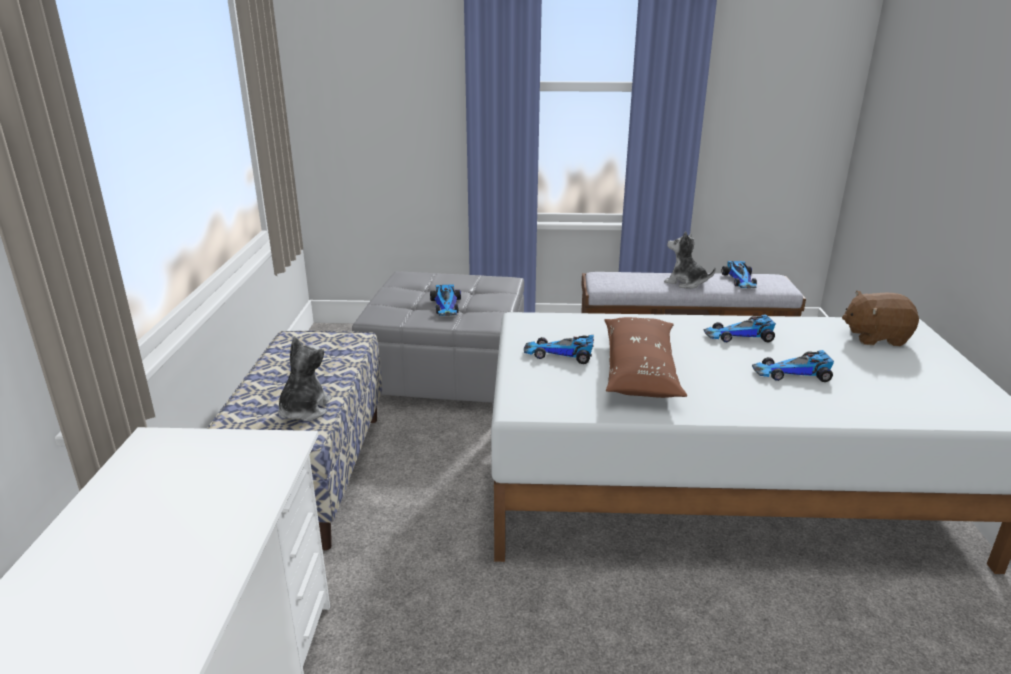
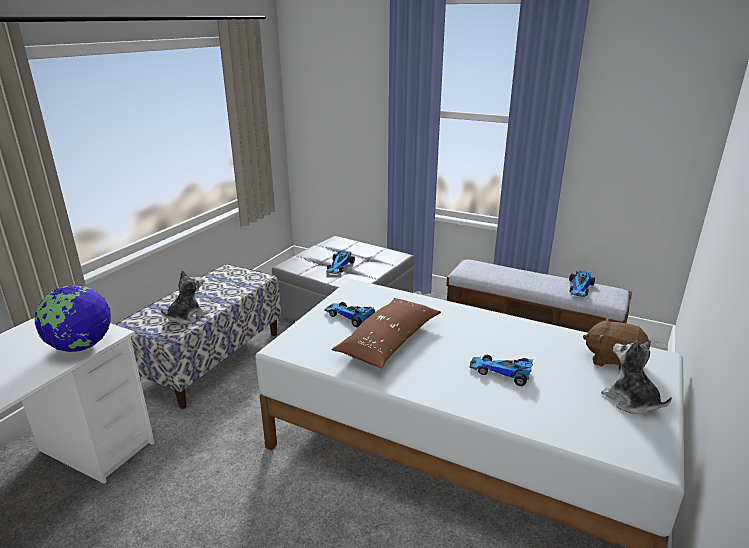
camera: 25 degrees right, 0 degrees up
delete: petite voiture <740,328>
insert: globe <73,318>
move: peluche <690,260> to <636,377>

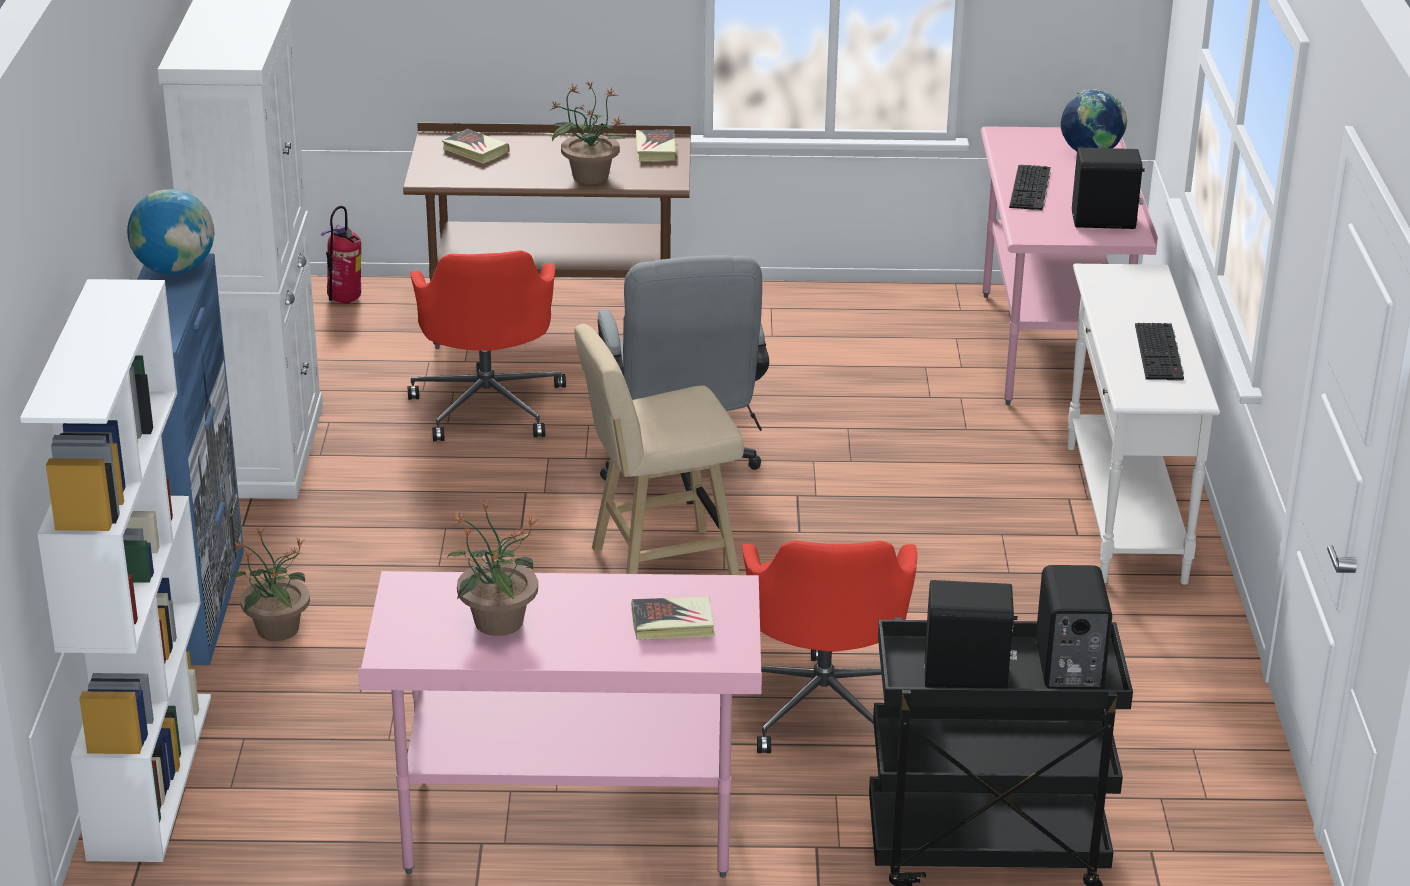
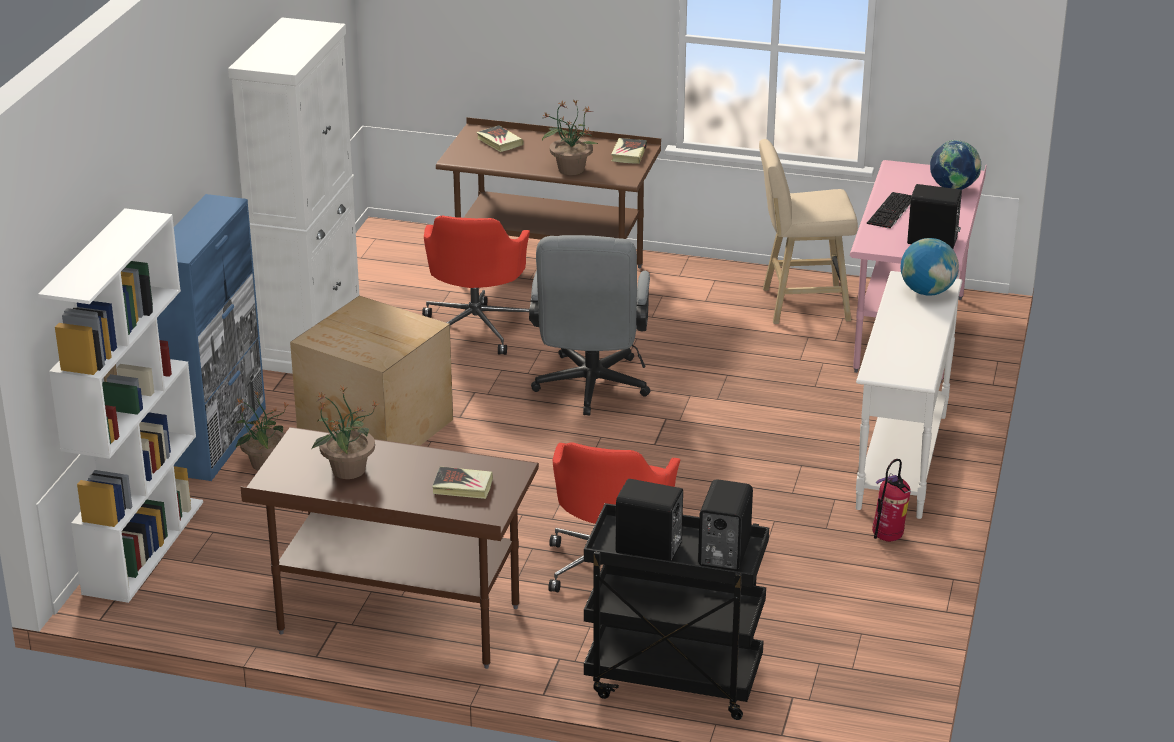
camera: 15 degrees right, 0 degrees up
delete: clavier <1159,352>
insert: carton <371,371>
move: tabouret [beige] <659,449> to <808,231>; extincteur <341,255> to <891,500>; globe <170,231> to <929,267>
recolor: bureau [rose] <560,724> to bureau [marron] <390,548>

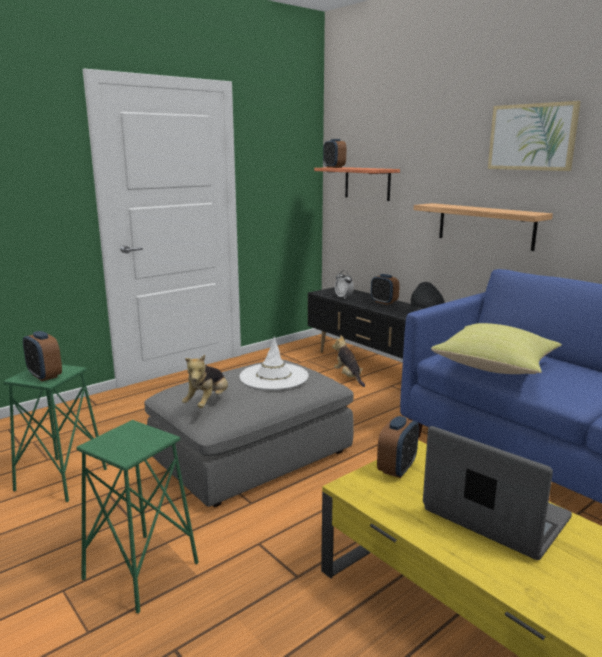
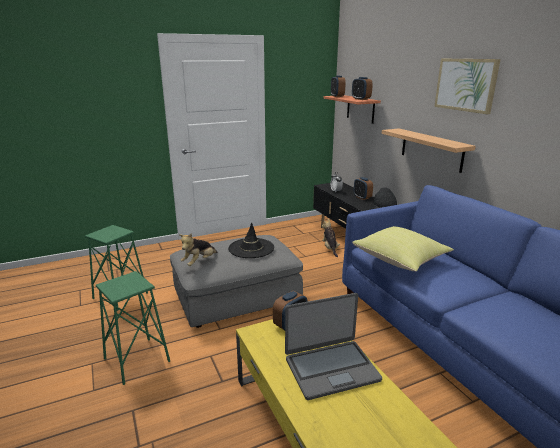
camera: 15 degrees right, 5 degrees up
move: réveil <42,356> to <362,88>
recolor: chapeau [blanc] <274,363> to chapeau [noir] <251,240>
rotate: ordinateur portable <497,493> = <333,346> 105 degrees clockwise

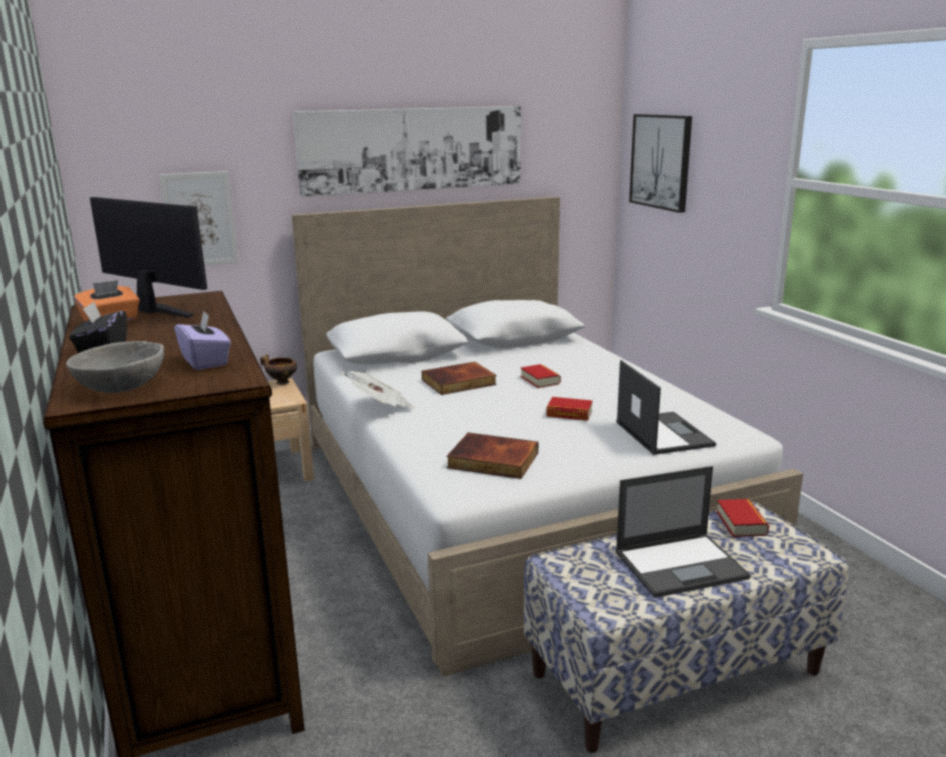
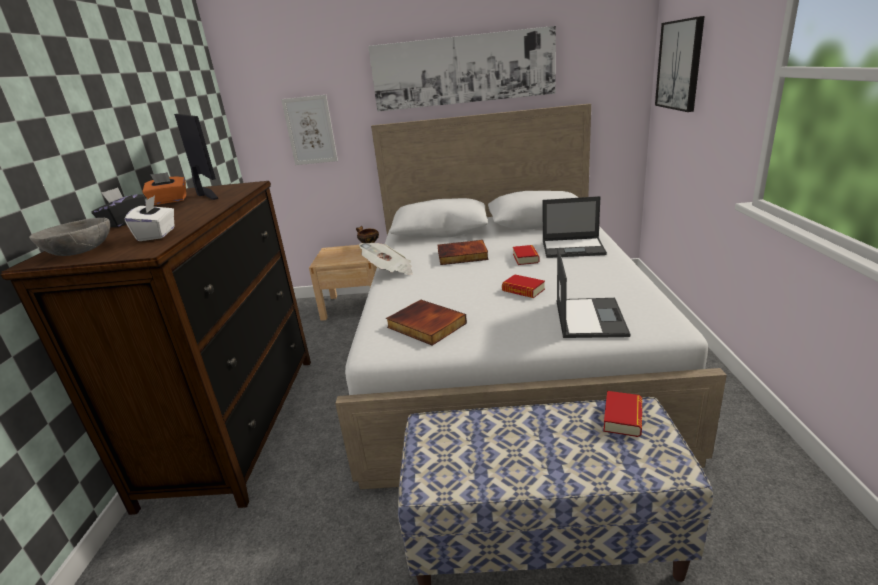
camera: 25 degrees right, 5 degrees up
move: ordinateur portable <683,532> to <574,227>
recolor: boîte à mouchoirs [violet] <202,340> to boîte à mouchoirs [blanc] <150,218>

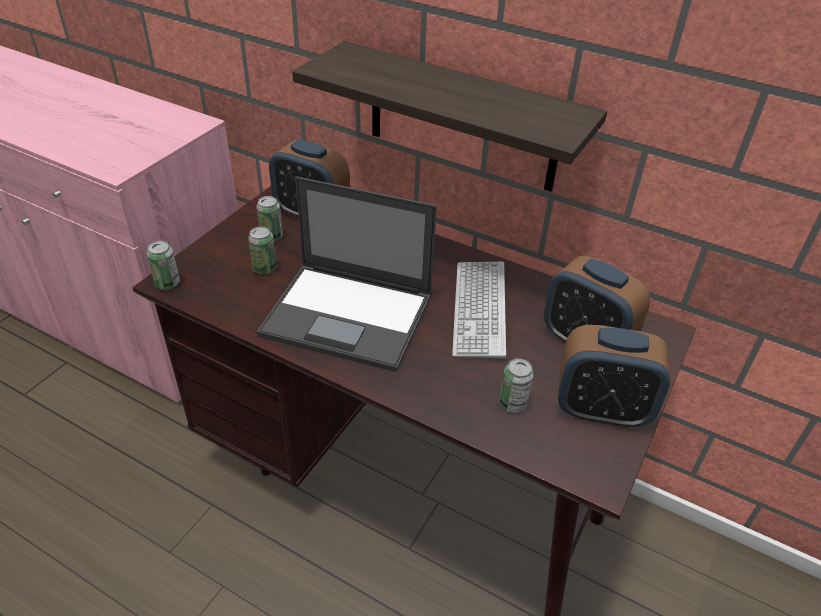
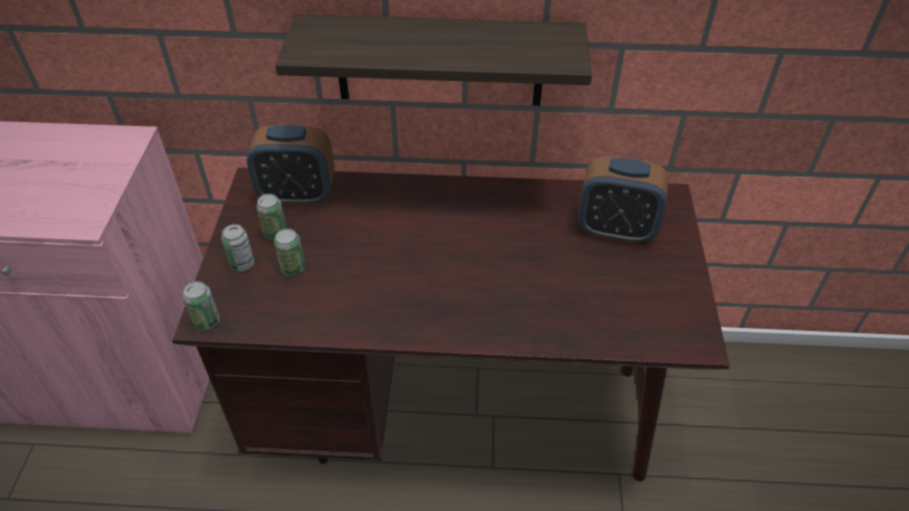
camera: 25 degrees left, 5 degrees up
delete: ordinateur portable <347,274>; clavier <479,310>; réveil <614,376>
move: boîte métallique <516,385> to <237,248>

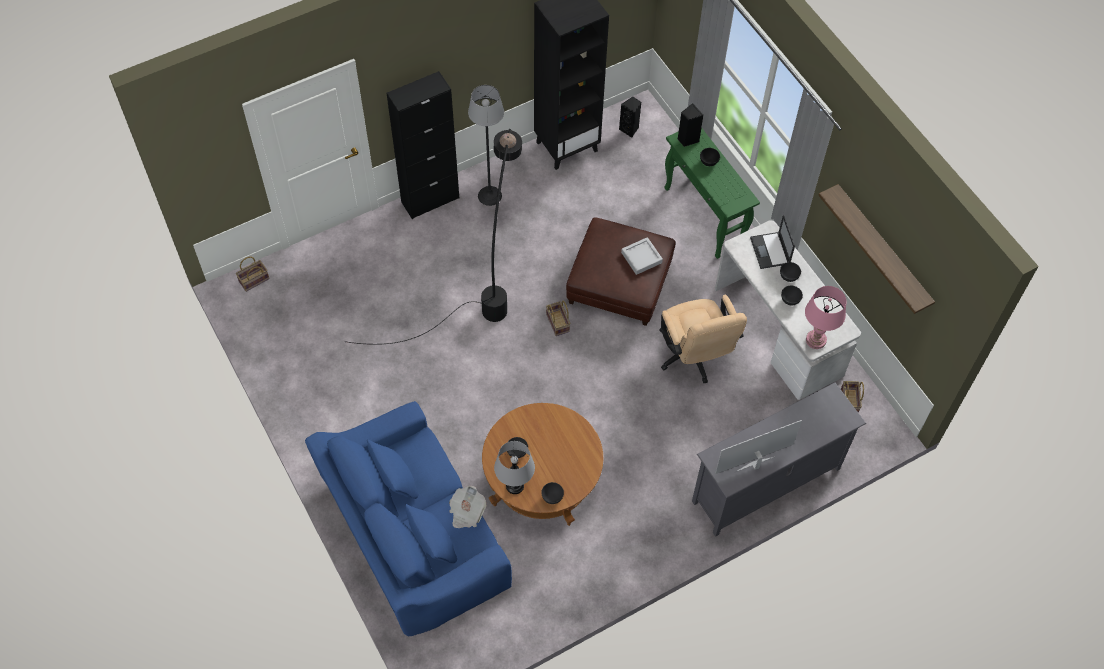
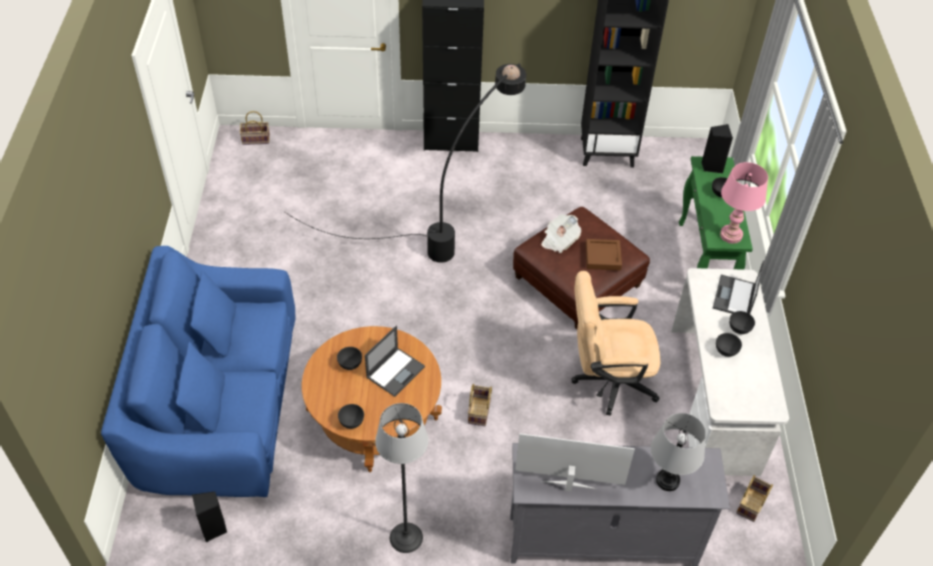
camera: 30 degrees right, 10 degrees down
delete: étagère <876,249>
insert: ordinateur portable <395,361>
move: enceinte [noir] <630,117> to <209,516>; lampadaire <486,145> to <401,478>; panier <558,318> to <480,405>; journal <467,507> to <561,233>; lampe de table [gris] <514,467> to <678,452>; lampe de table [rose] <825,317> to <744,203>
recolor: plateau [gris] <642,256> to plateau [marron] <604,254>
rotate: chaise de bureau [beige] <703,339> = <616,343> 75 degrees clockwise

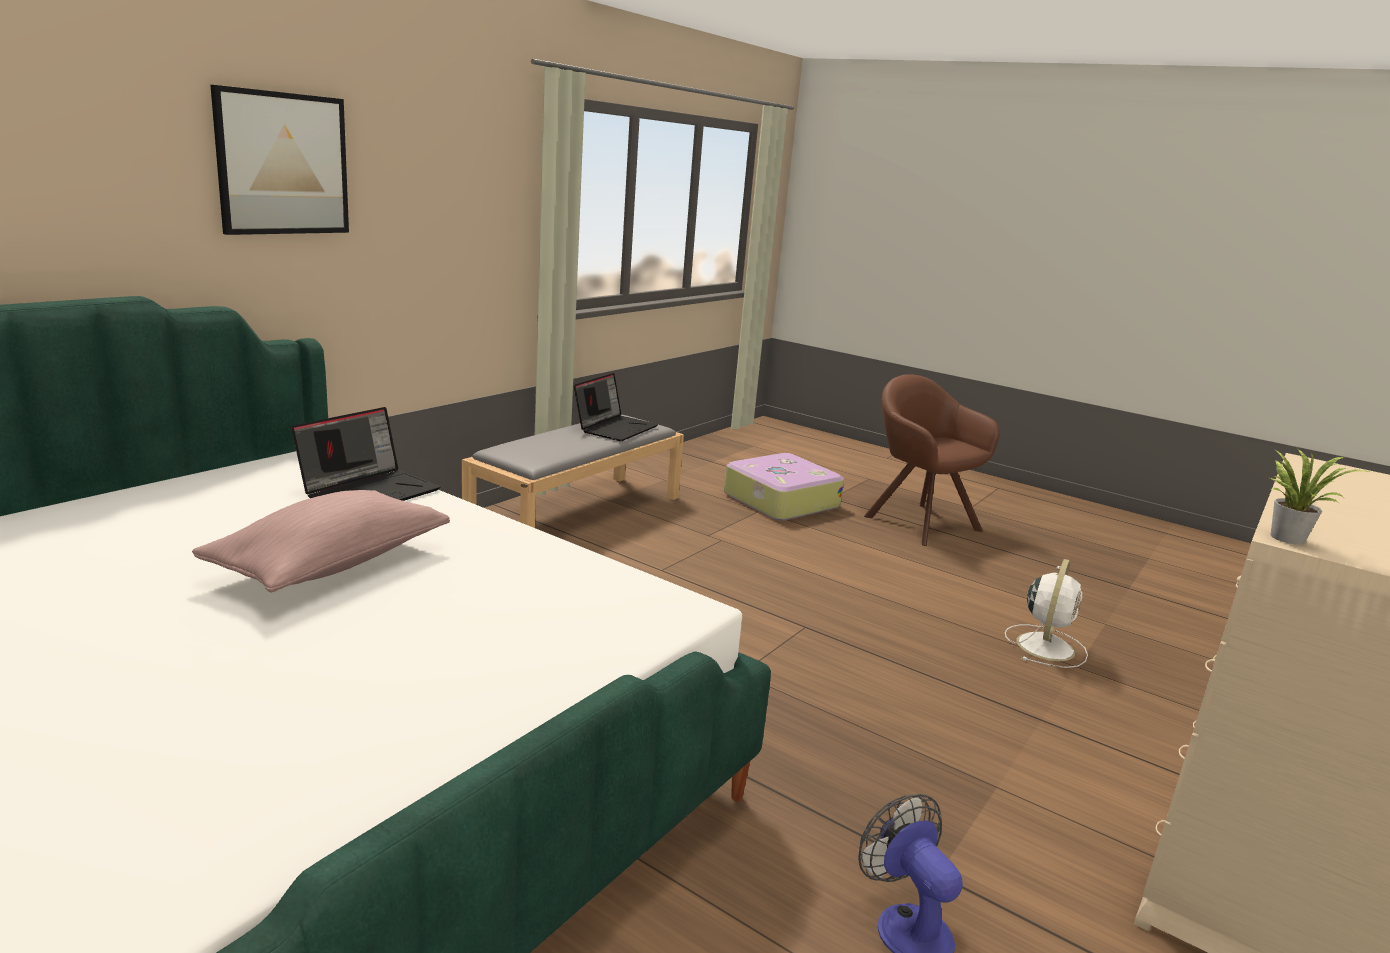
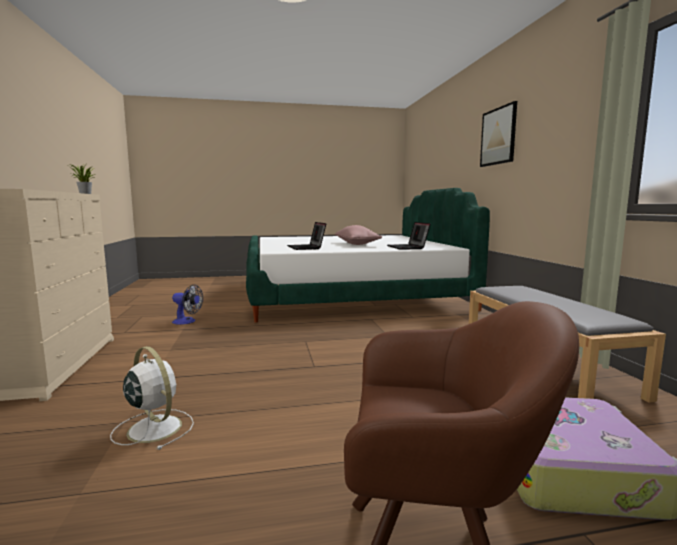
camera: 135 degrees right, 10 degrees down
move: ordinateur portable <616,407> to <306,236>
rotate: ventilateur [blanc] <1046,613> = <152,398> 150 degrees clockwise

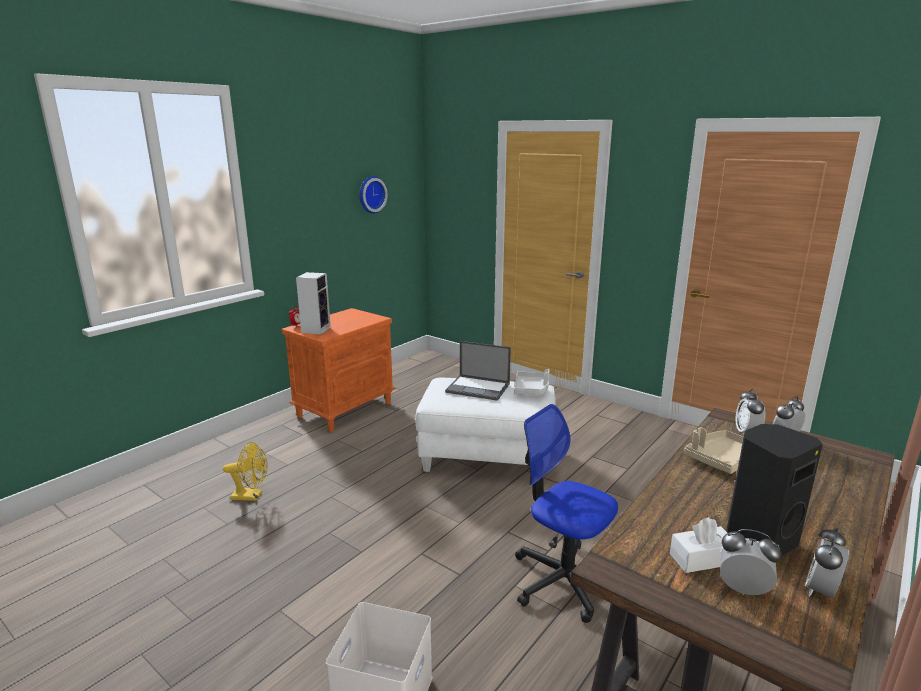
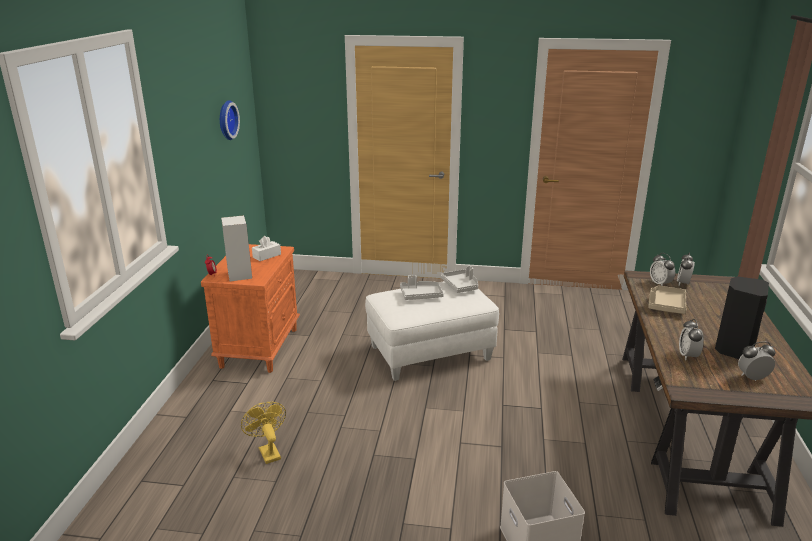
camera: 30 degrees left, 5 degrees up
delete: chaise de bureau <566,513>
move: boîte à mouchoirs [blanc] <698,545> to <266,248>; réveil <827,563> to <691,339>
replace: ordinateur portable <478,371> to plateau [gris] <422,287>
rotate: ventilateur [jaune] <245,471> = <263,433> 90 degrees counterclockwise

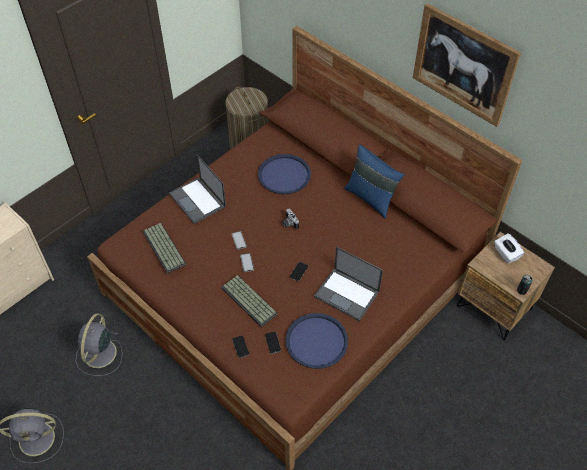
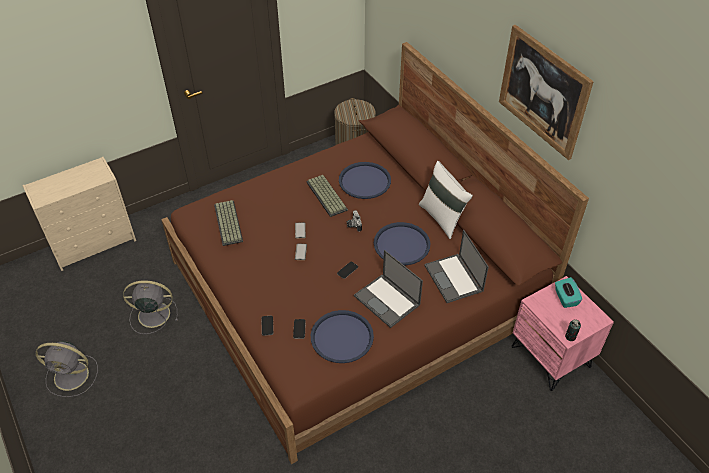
camera: 15 degrees right, 5 degrees down
insert: plateau [bleu] <402,243>
move: clavier <249,301> to <327,196>; ordinateur portable <197,189> to <456,266>
recolor: coussin [bleu] <374,181> to coussin [blanc] <446,200>; table de chevet [marron] <505,286> to table de chevet [rose] <562,333>; boîte à mouchoirs [blanc] <509,248> to boîte à mouchoirs [turquoise] <568,292>
rotate: ventilateur [gris] <99,344> = <150,307> 60 degrees clockwise

